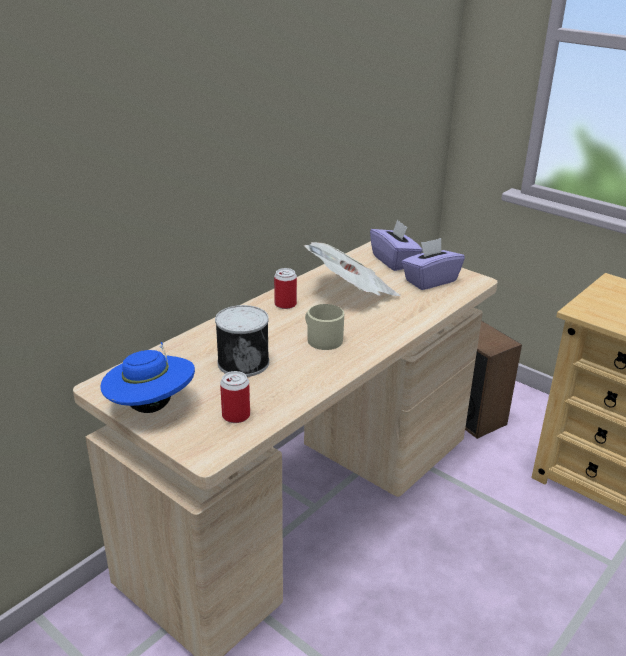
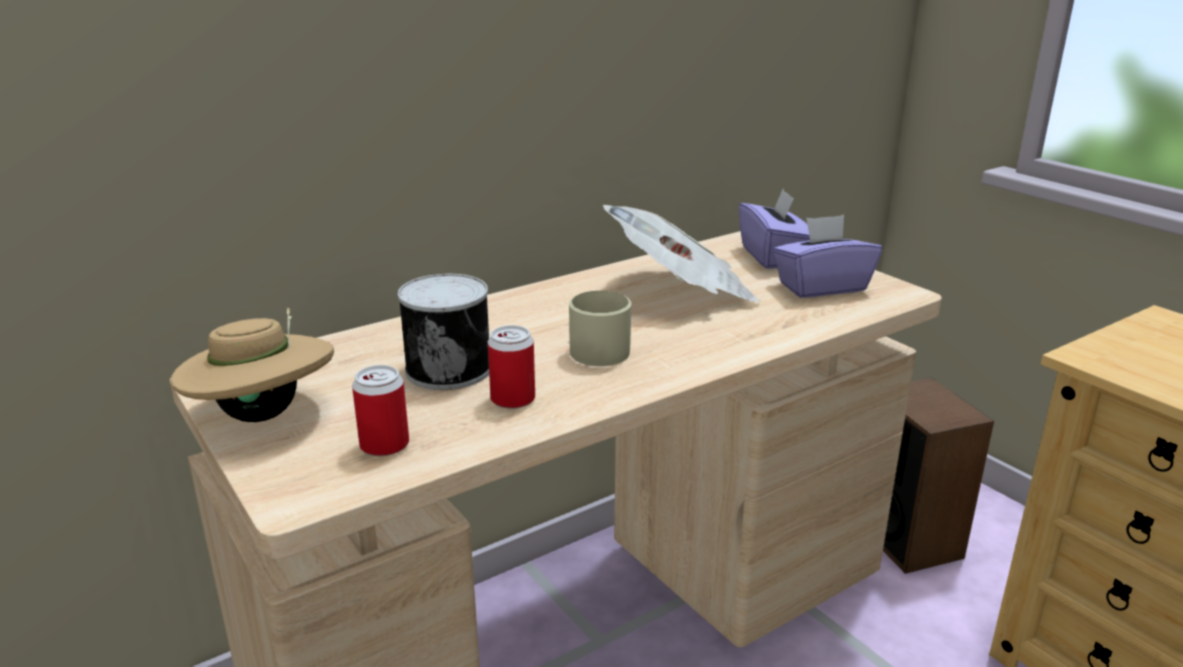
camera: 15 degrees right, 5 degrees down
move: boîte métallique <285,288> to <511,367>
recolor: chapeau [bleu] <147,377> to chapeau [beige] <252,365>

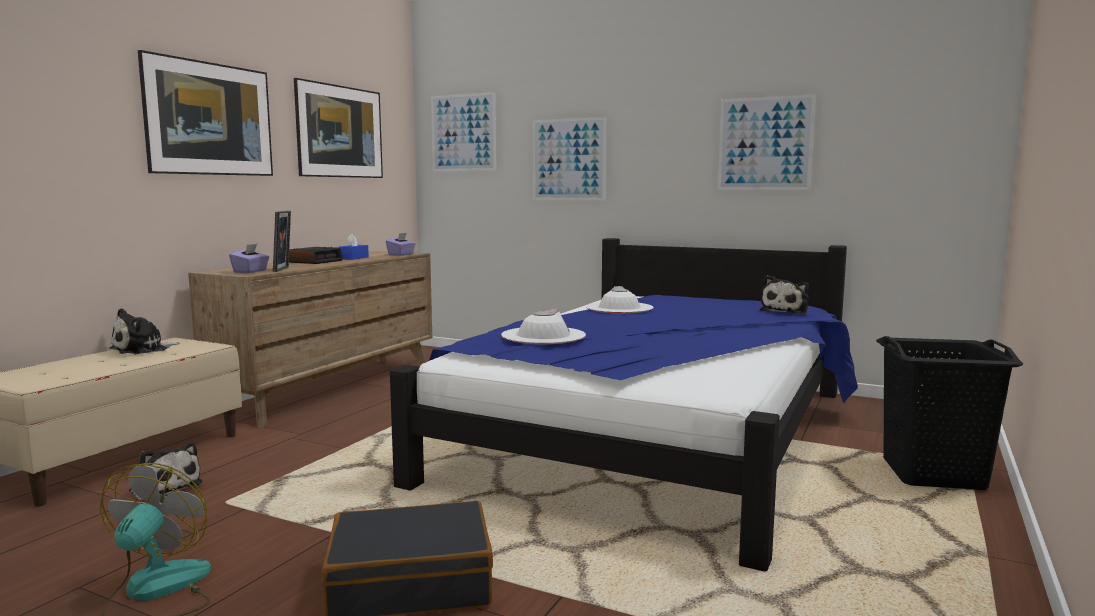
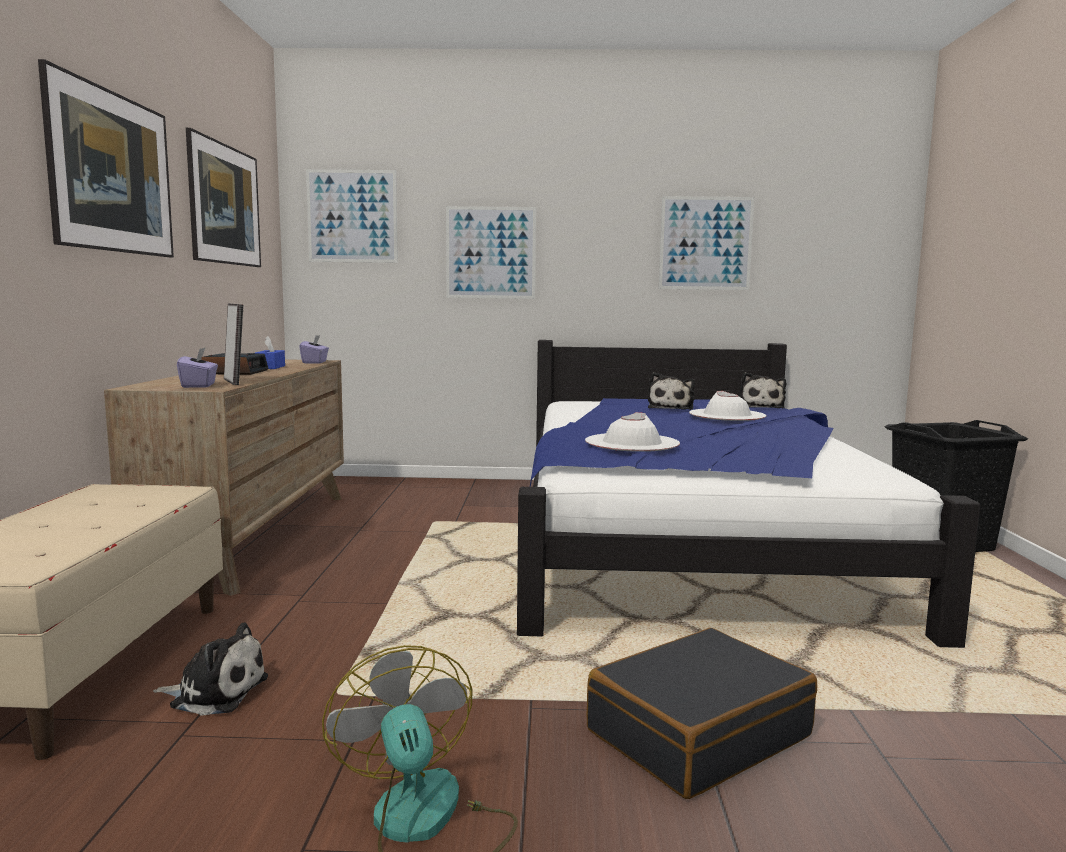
camera: 25 degrees left, 0 degrees up
move: peluche <145,331> to <671,391>; chapeau [blanc] <619,300> to <728,406>

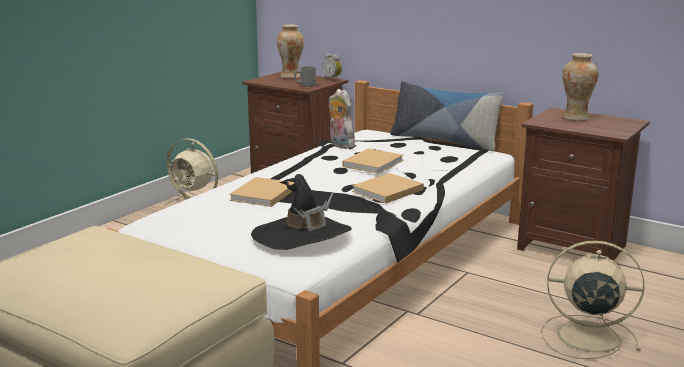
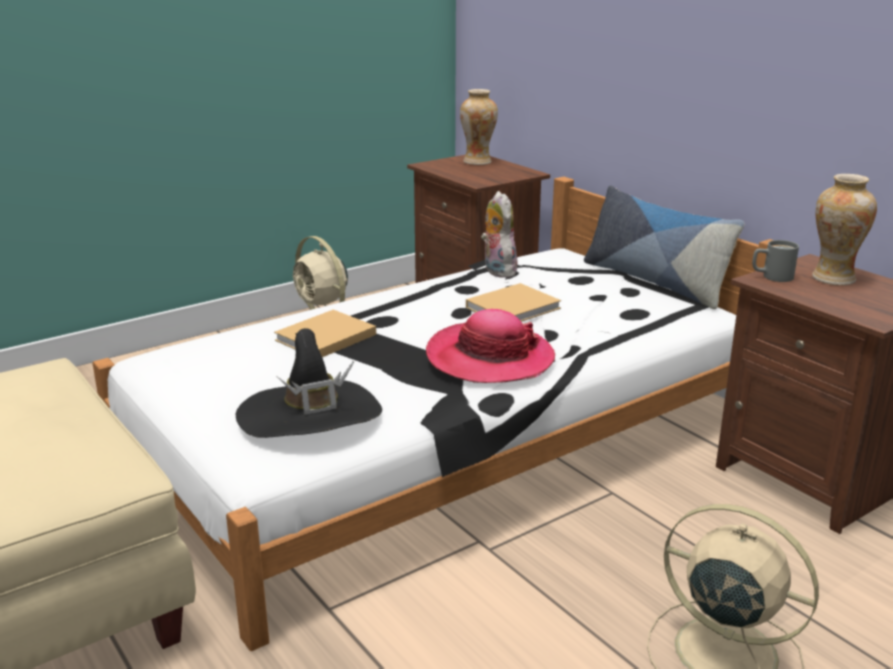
camera: 20 degrees right, 5 degrees up
delete: réveil <332,67>
move: mug [gris] <305,76> to <775,261>
replace: livre [beige] <388,188> to chapeau <490,346>

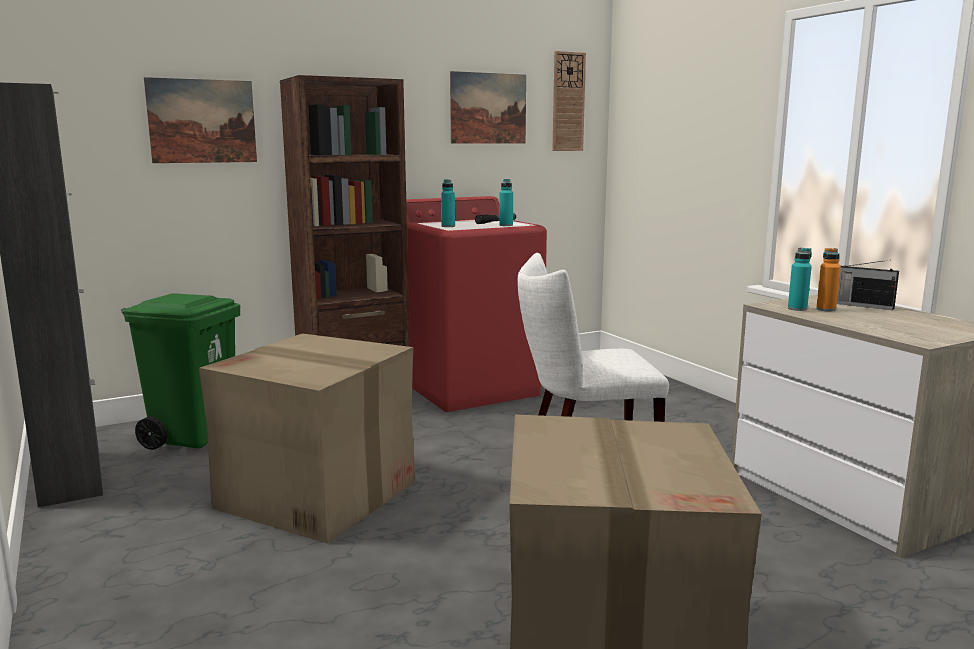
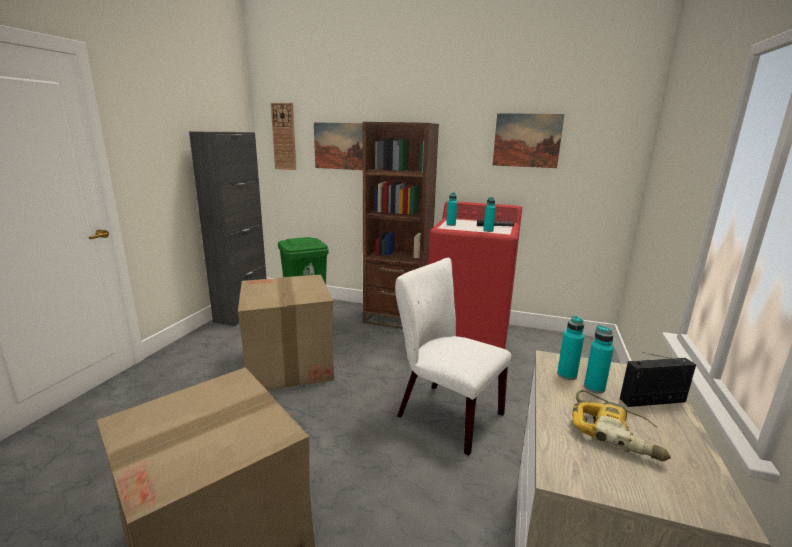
camera: 45 degrees right, 5 degrees up
insert: perceuse <621,425>
move: horloge murale <569,101> to <283,136>
recolor: bouteille [orange] <828,279> to bouteille [turquoise] <599,359>
rotate: radio <868,285> = <658,379> 90 degrees clockwise

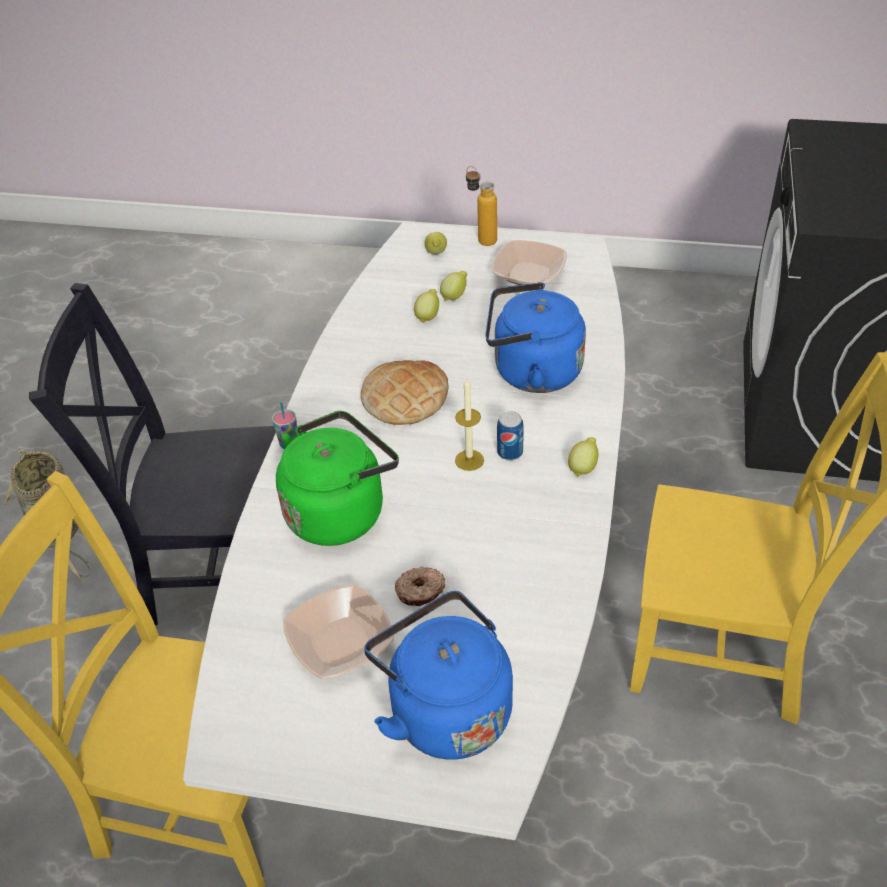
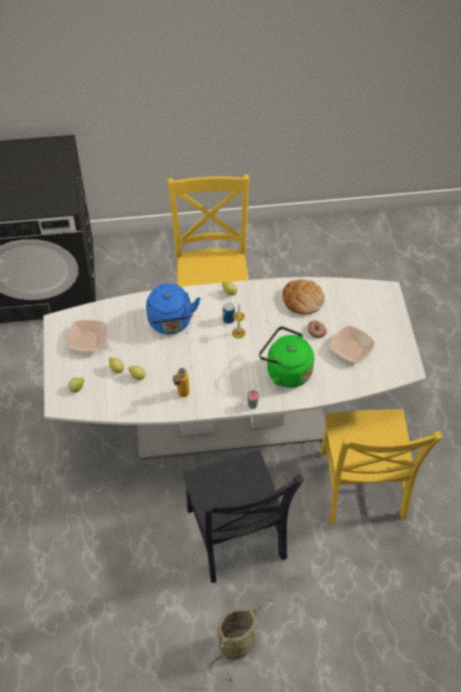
camera: 110 degrees left, 10 degrees up
delete: bouilloire [bleu] <438,675>
move: bouteille <481,206> to <181,382>; pain <404,392> to <304,297>

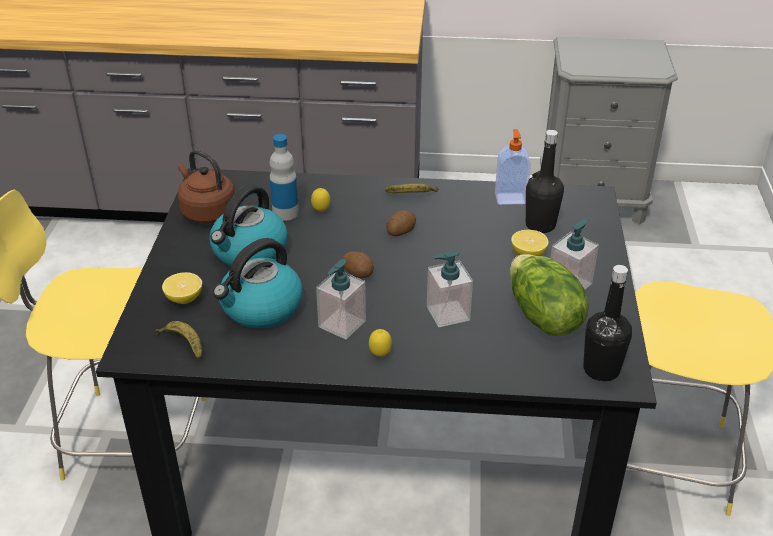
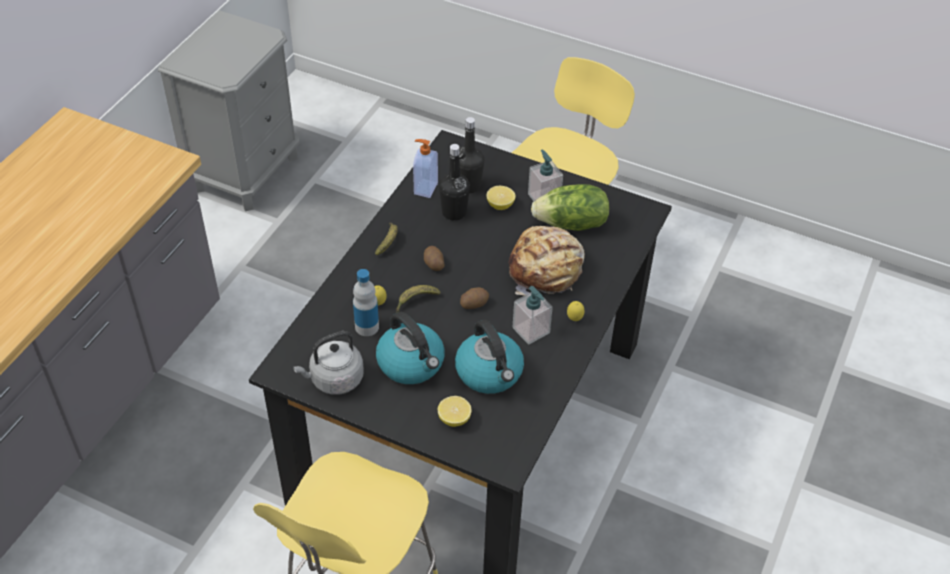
camera: 70 degrees left, 10 degrees up
move: banane <178,340> to <418,299>; bouteille [noir] <607,323> to <454,182>
replace: distributeur de savon <450,288> to pain <547,261>
recolor: bouilloire [marron] <206,187> to bouilloire [gris] <328,363>

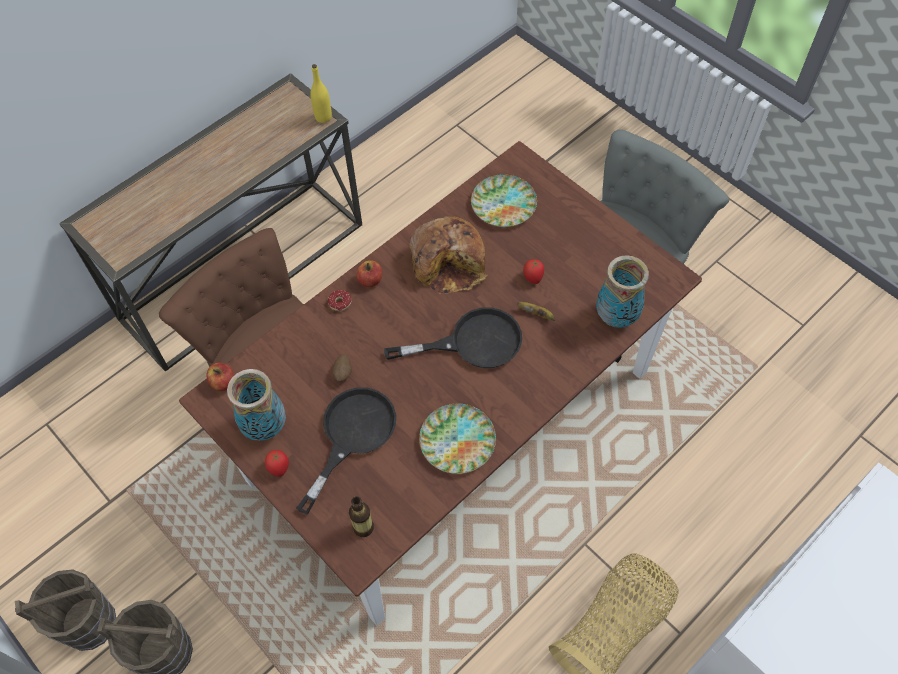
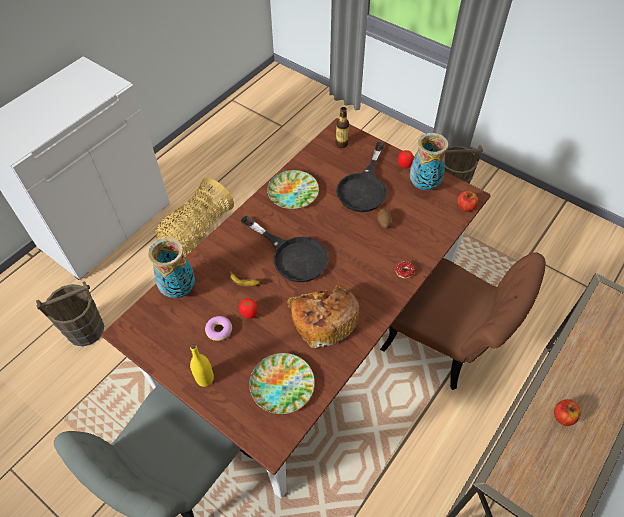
camera: 170 degrees right, 5 degrees down
insert: beignet <218,328>
move: seau [marron] <65,610> to <70,314>; bouteille [jaune] <321,93> to <202,365>; pomme <369,273> to <567,412>
rotate: poêle [noir] <453,337> = <284,248> 120 degrees counterclockwise

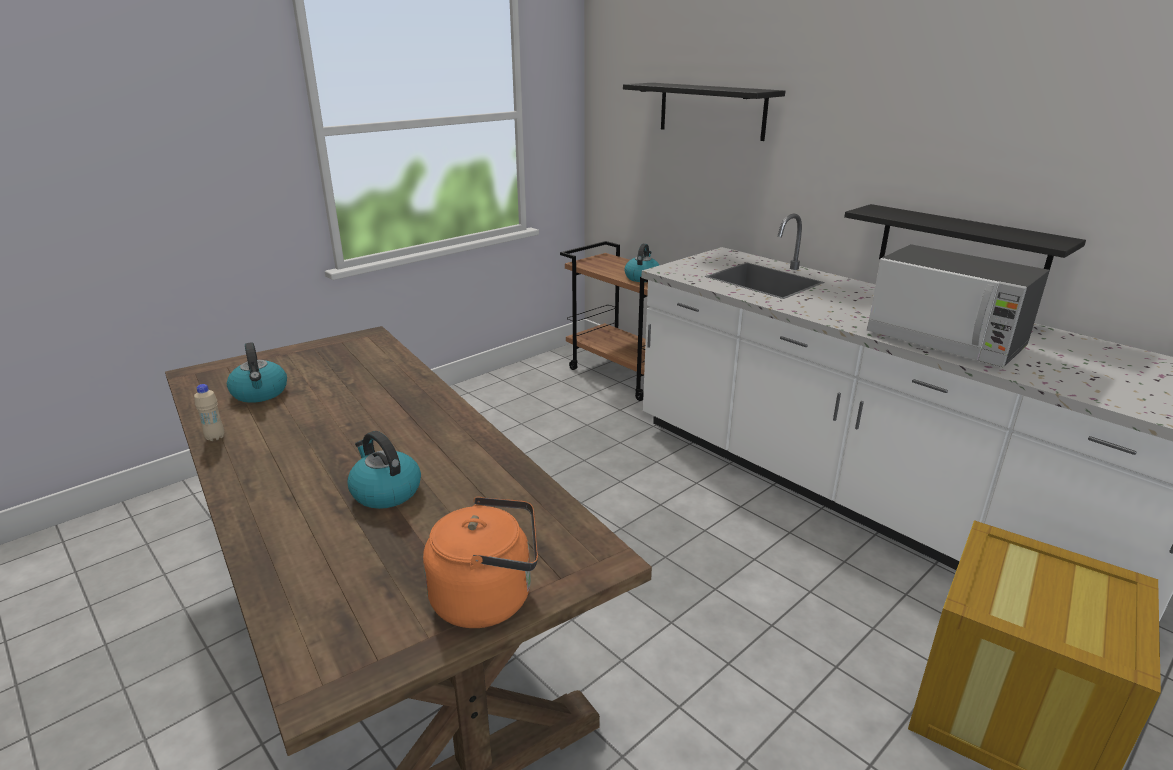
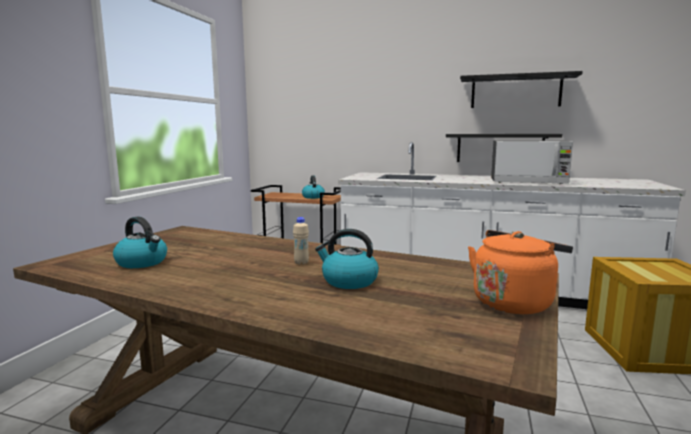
camera: 30 degrees left, 15 degrees down
move: bouteille [beige] <209,412> to <301,241>; étagère [noir] <704,112> to <521,89>

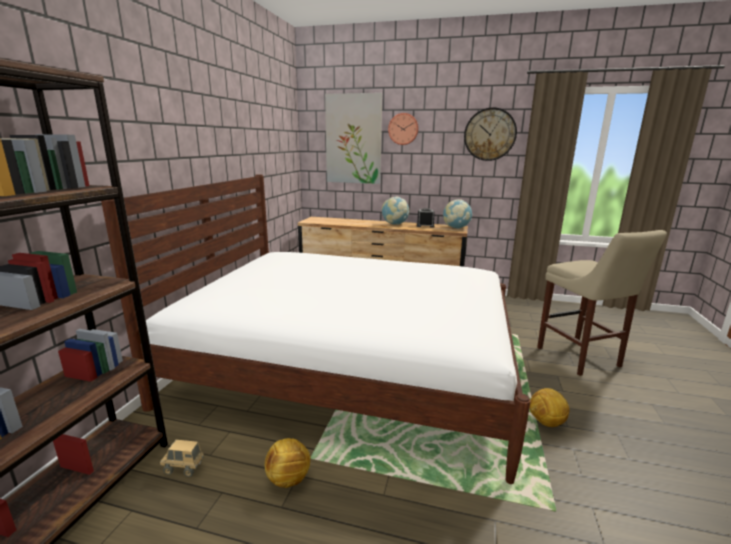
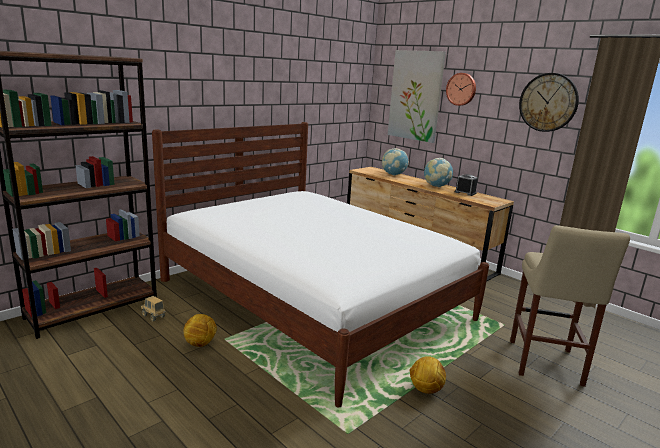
camera: 30 degrees right, 0 degrees up
move: globe <458,214> to <395,162>

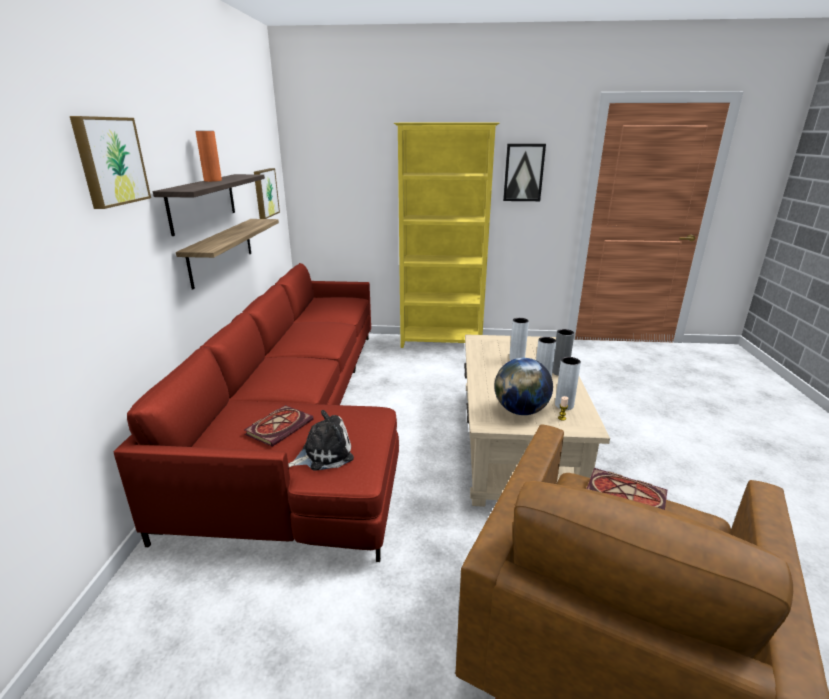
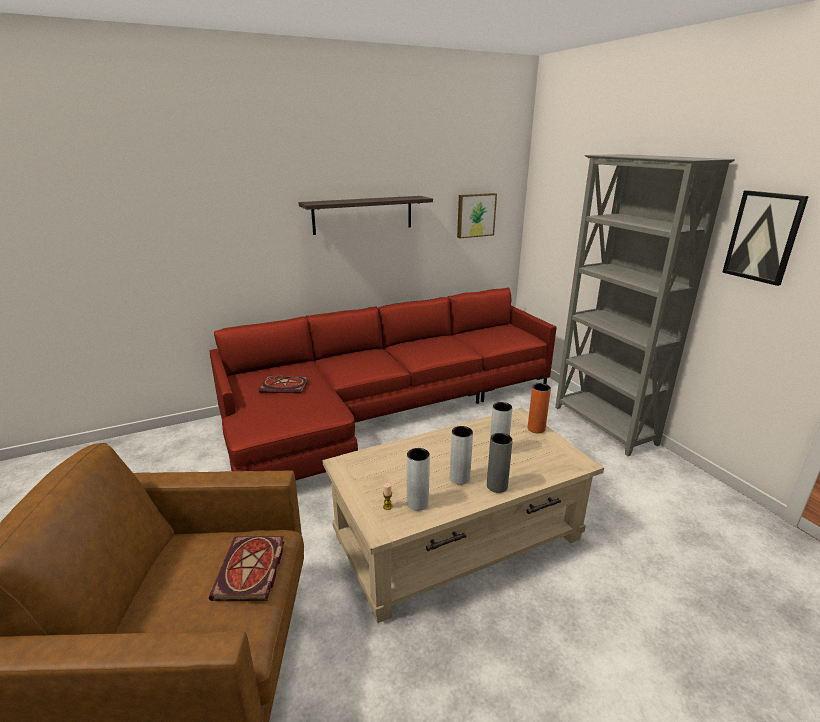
camera: 60 degrees right, 0 degrees up
delete: tableau <110,162>; étagère <227,254>; peluche <321,440>; globe <523,386>
move: vase [orange] <209,156> to <539,408>
recolor: bibliothèque [jaune] <446,235> to bibliothèque [gris] <645,305>

